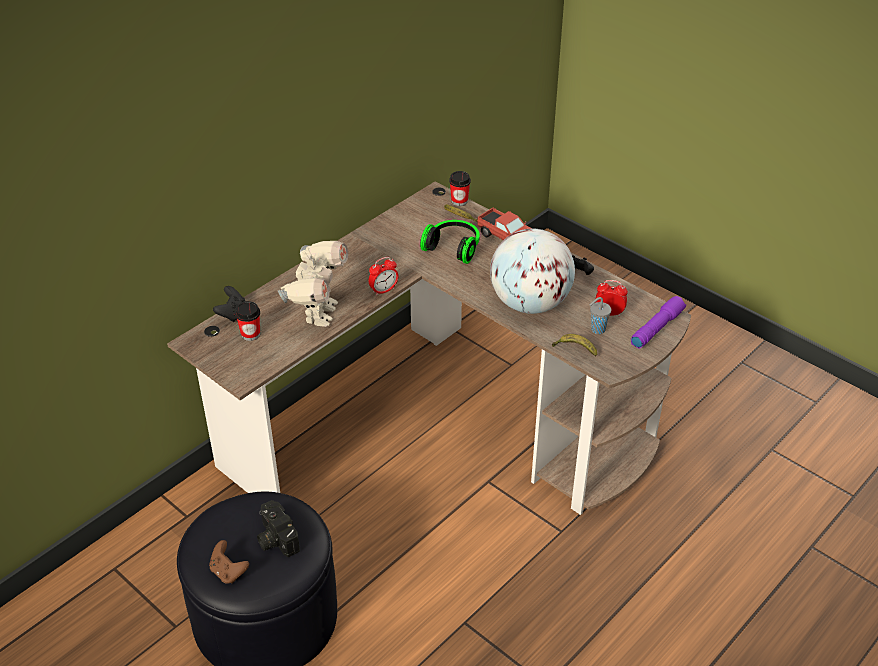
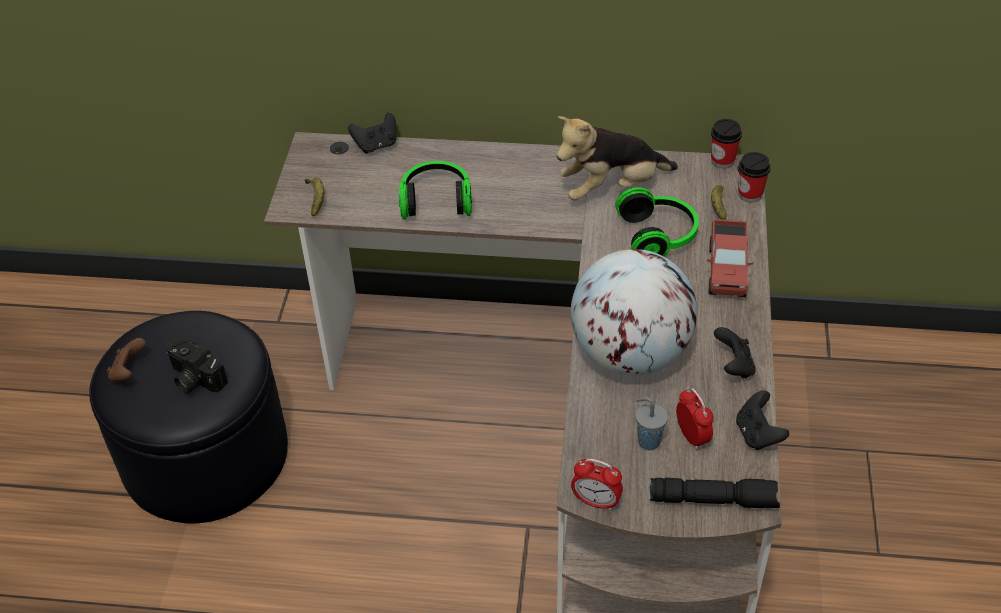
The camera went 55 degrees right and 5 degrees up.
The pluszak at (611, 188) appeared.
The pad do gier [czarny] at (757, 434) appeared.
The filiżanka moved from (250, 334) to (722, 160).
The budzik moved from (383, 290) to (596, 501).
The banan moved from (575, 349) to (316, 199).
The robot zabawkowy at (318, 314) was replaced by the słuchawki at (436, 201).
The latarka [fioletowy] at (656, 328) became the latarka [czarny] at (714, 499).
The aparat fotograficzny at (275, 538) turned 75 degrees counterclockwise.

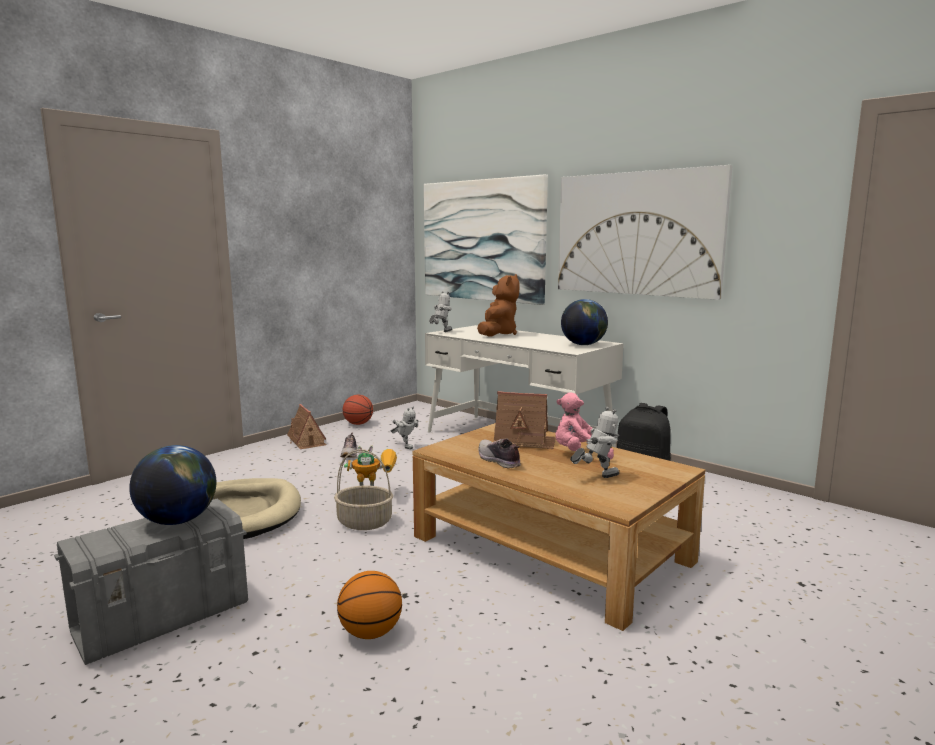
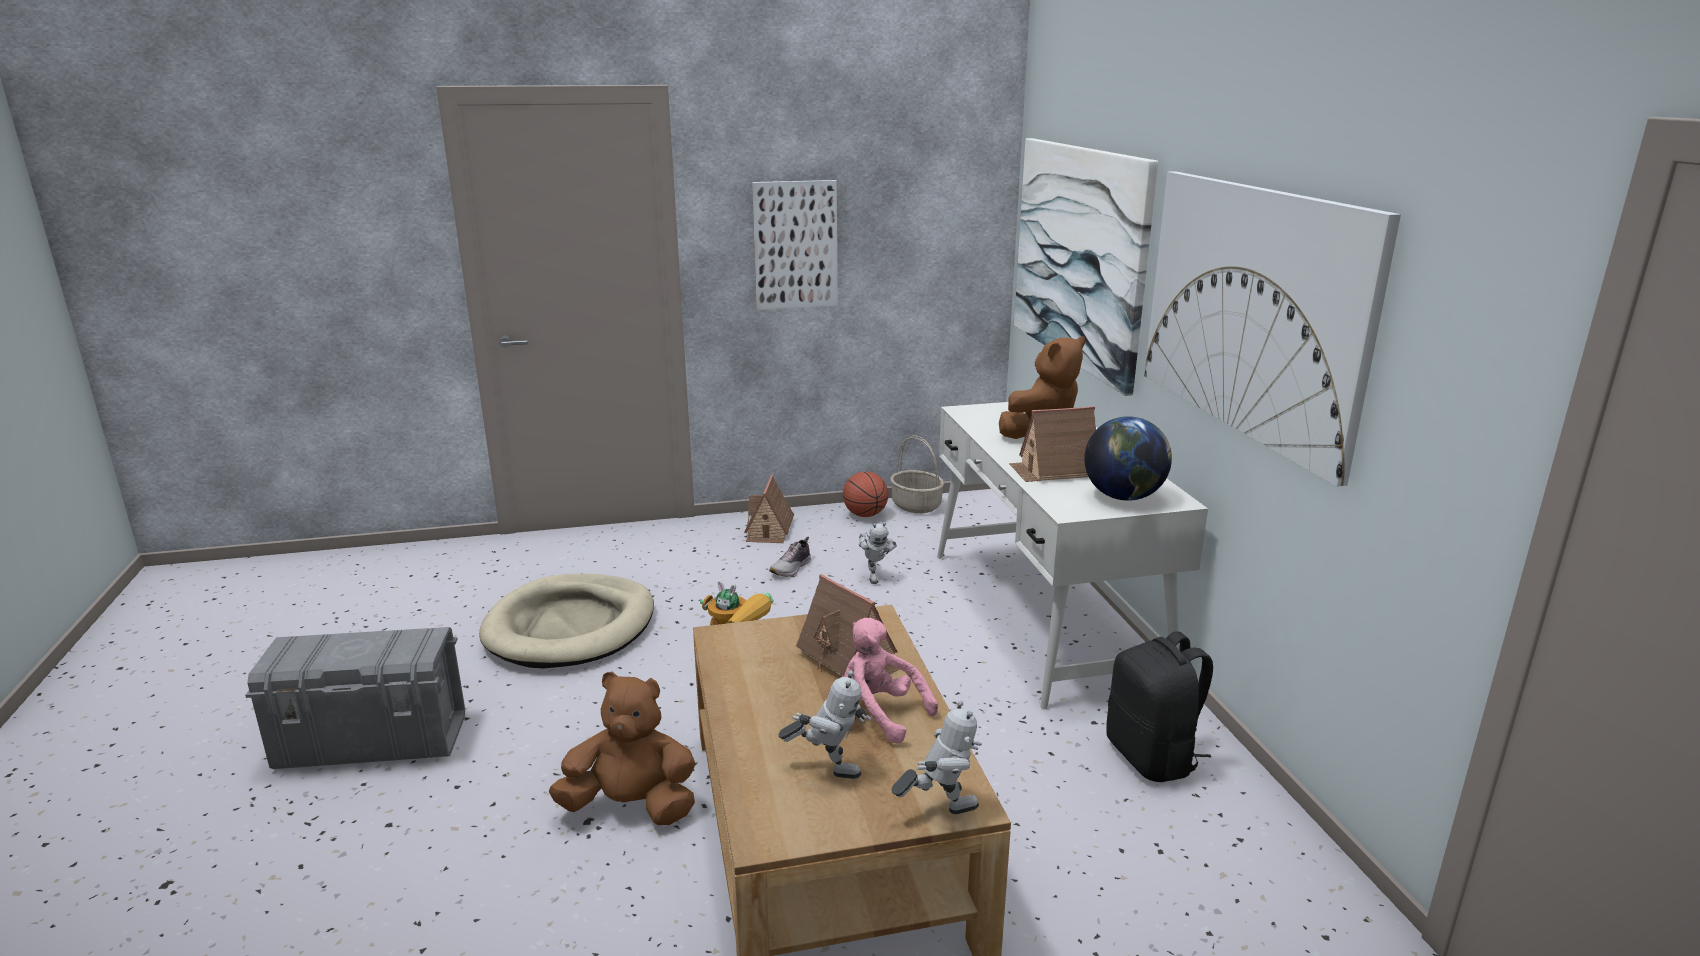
The camera went 35 degrees right and 10 degrees up.
The globus at (177, 520) disappeared.
The piłka do koszykówki at (370, 632) disappeared.
The but at (498, 460) disappeared.
The pluszak [brązowy] at (631, 806) appeared.
The obraz at (795, 245) appeared.
The domek at (1053, 470) appeared.
The koszyk moved from (365, 522) to (917, 506).
The robot zabawkowy moved from (441, 332) to (939, 809).

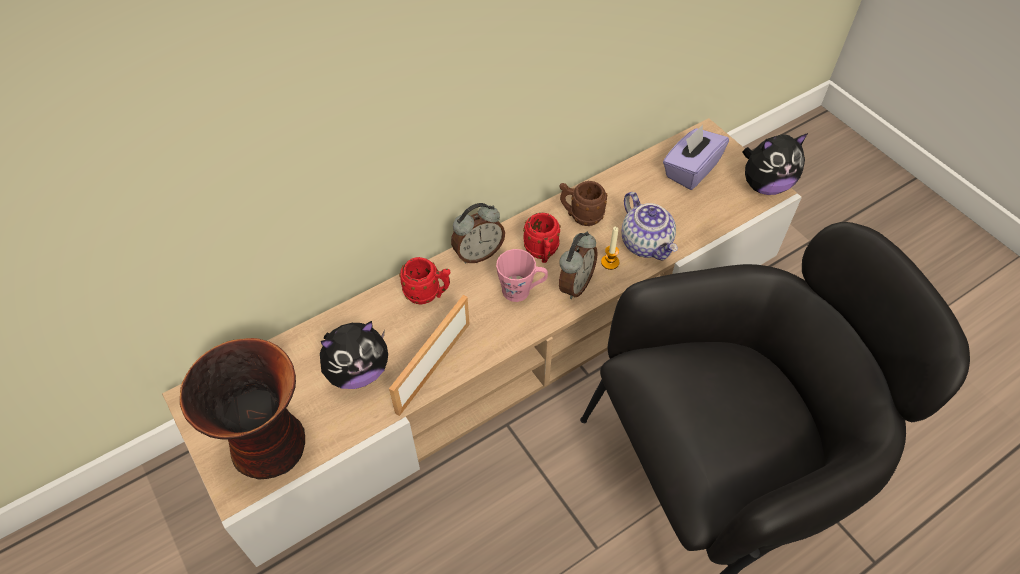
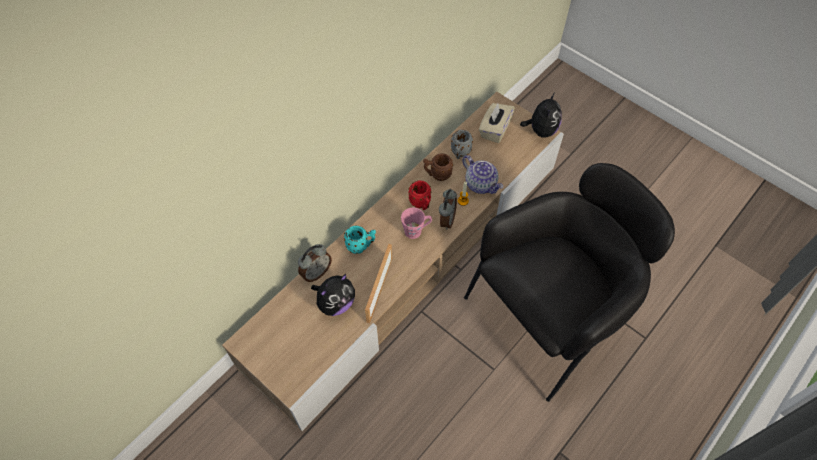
The camera went 15 degrees left and 5 degrees up.
The wazon at (272, 444) disappeared.
The kubek [szary] at (459, 153) appeared.
The budzik moved from (478, 253) to (316, 272).
The kubek [czerwony] at (428, 294) became the kubek [turkusowy] at (361, 246).
The pudełko chusteczek [fioletowy] at (690, 170) became the pudełko chusteczek [beżowy] at (494, 129).
The pluszak at (765, 185) turned 45 degrees counterclockwise.

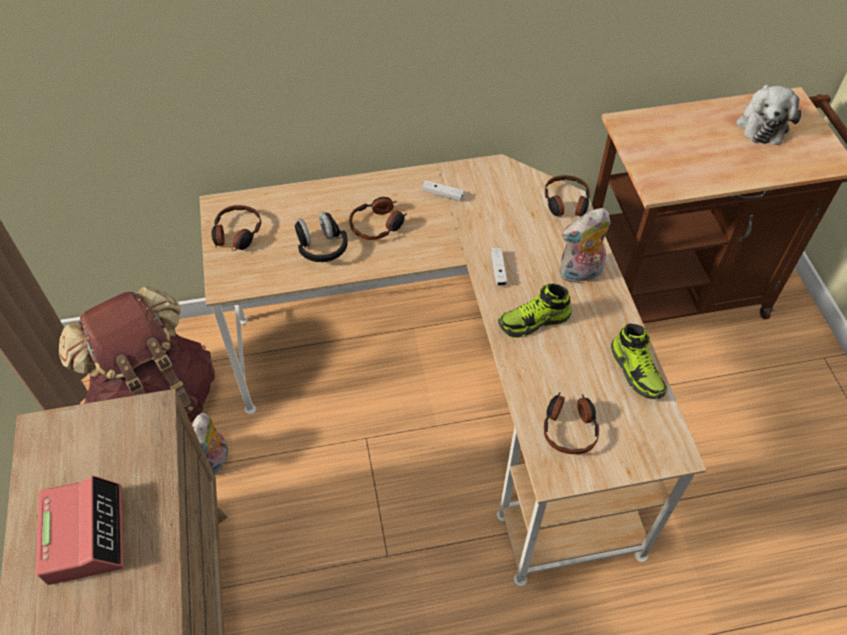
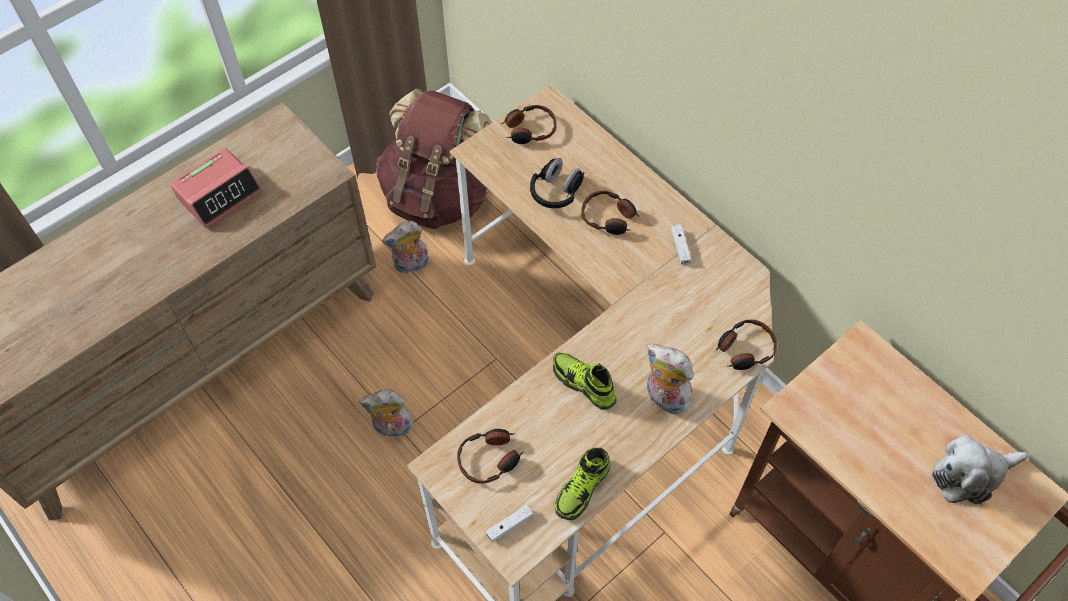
The camera went 60 degrees right and 5 degrees up.
The pluszak at (391, 428) appeared.
The pad do gier [biały] moved from (498, 270) to (509, 525).

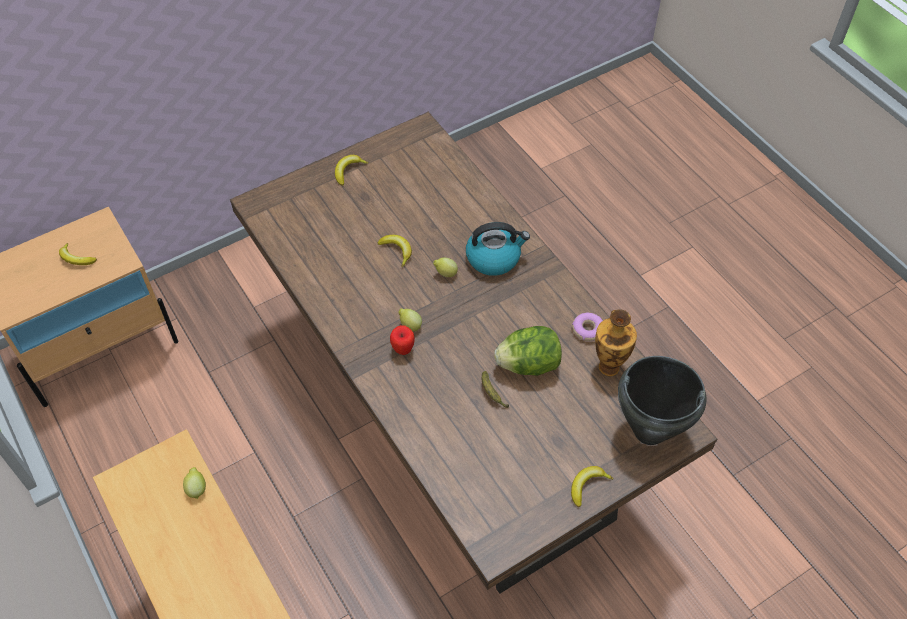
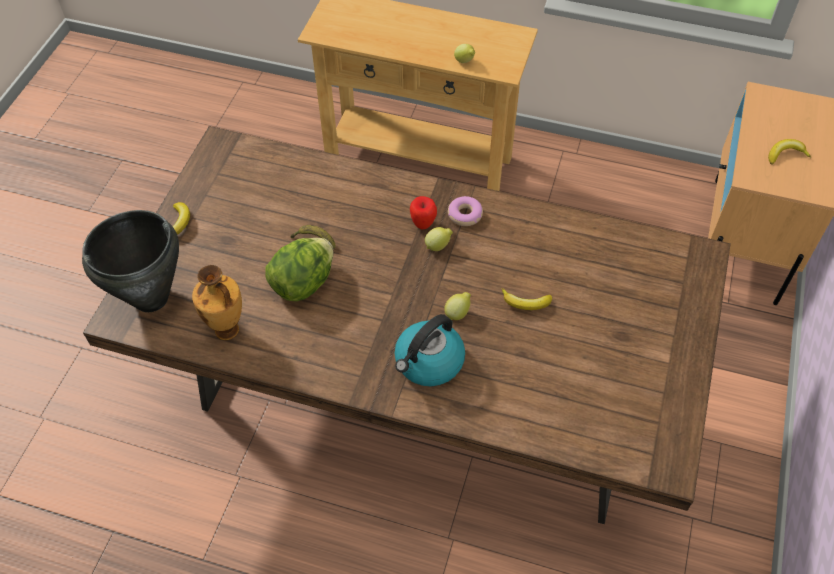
The camera went 140 degrees right and 0 degrees up.
The banan at (348, 171) disappeared.
The donut moved from (587, 329) to (465, 215).

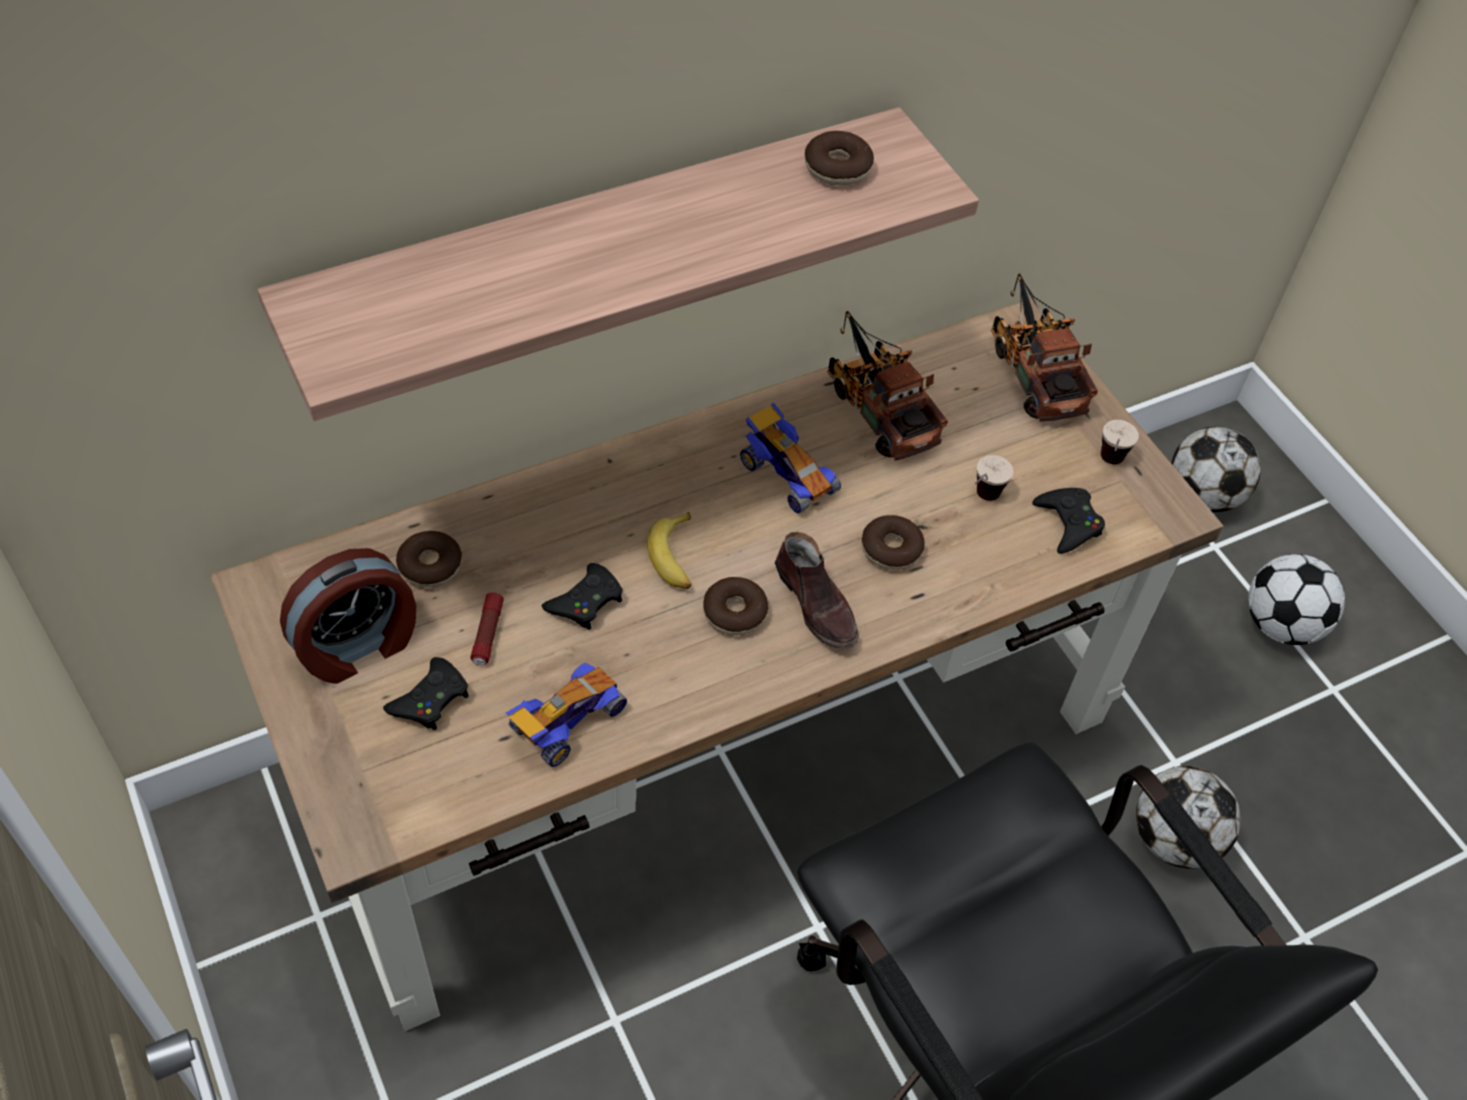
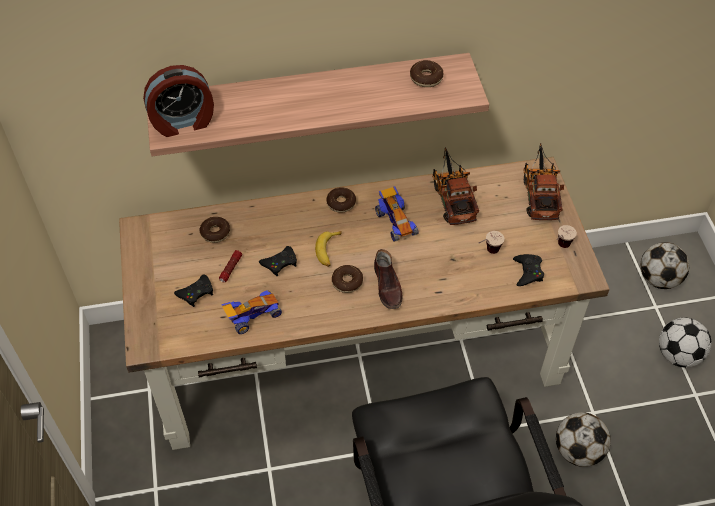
The camera went 20 degrees right and 0 degrees up.
The budzik moved from (358, 646) to (183, 122).
The donut moved from (891, 549) to (341, 203).

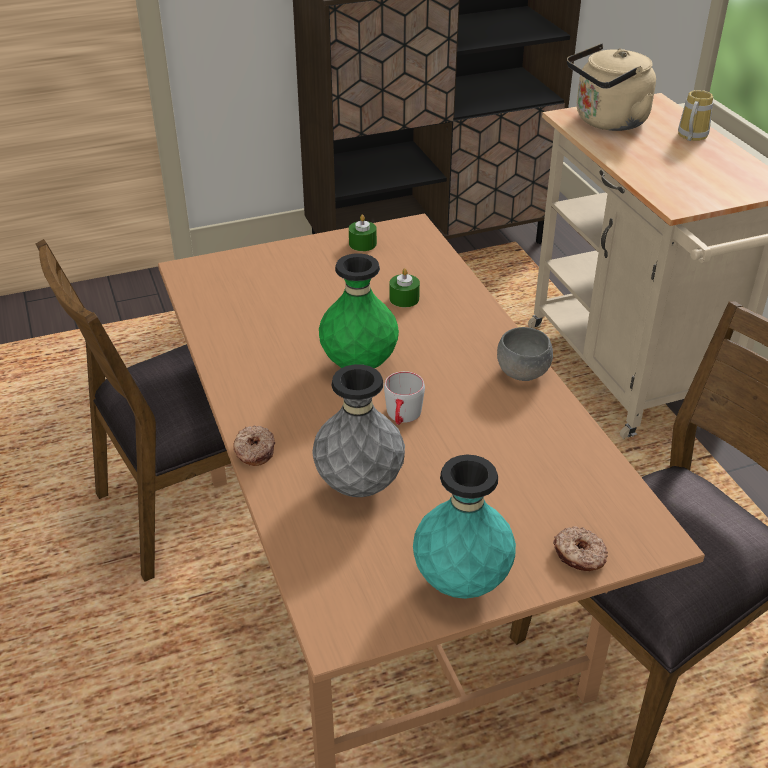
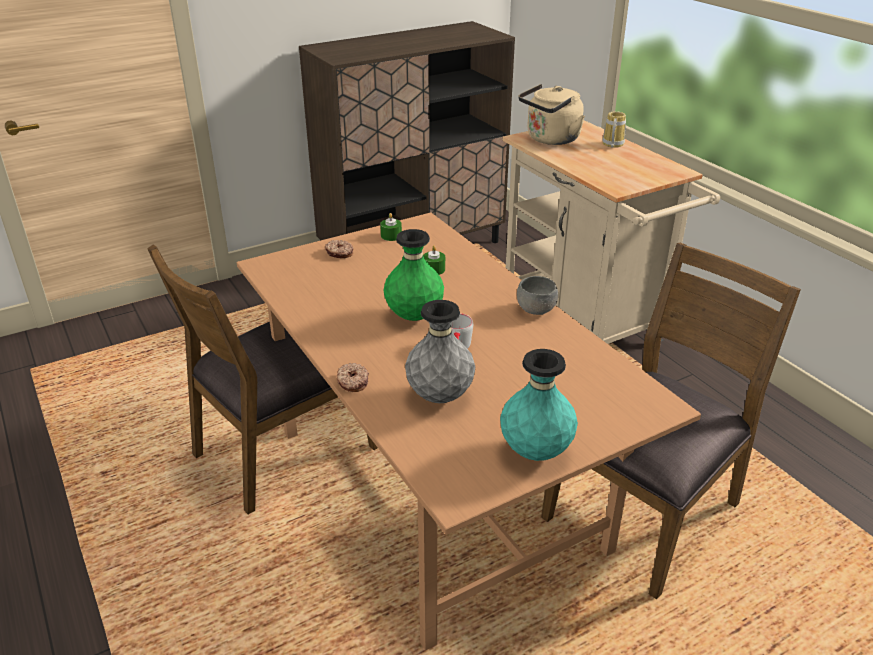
The camera went 10 degrees left and 5 degrees down.
The donut moved from (579, 555) to (339, 253).

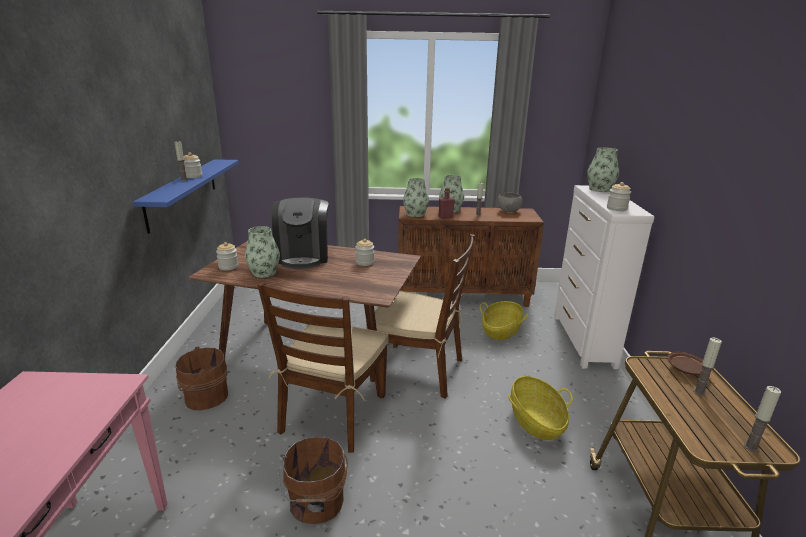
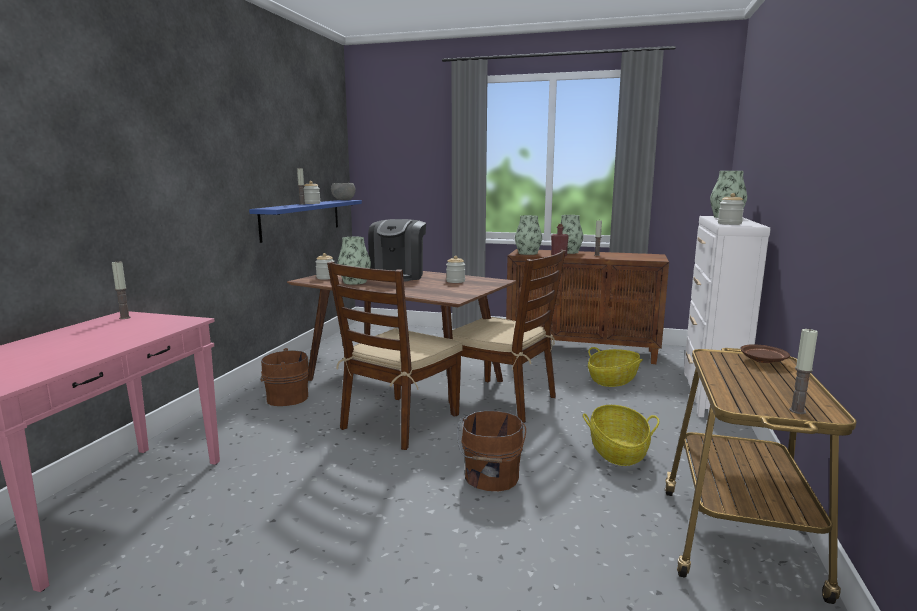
The camera went 15 degrees right and 10 degrees down.
The wiadro [brązowy] moved from (316, 503) to (491, 477).
The miska [szary] moved from (509, 211) to (343, 200).
The świeca moved from (699, 392) to (125, 318).

